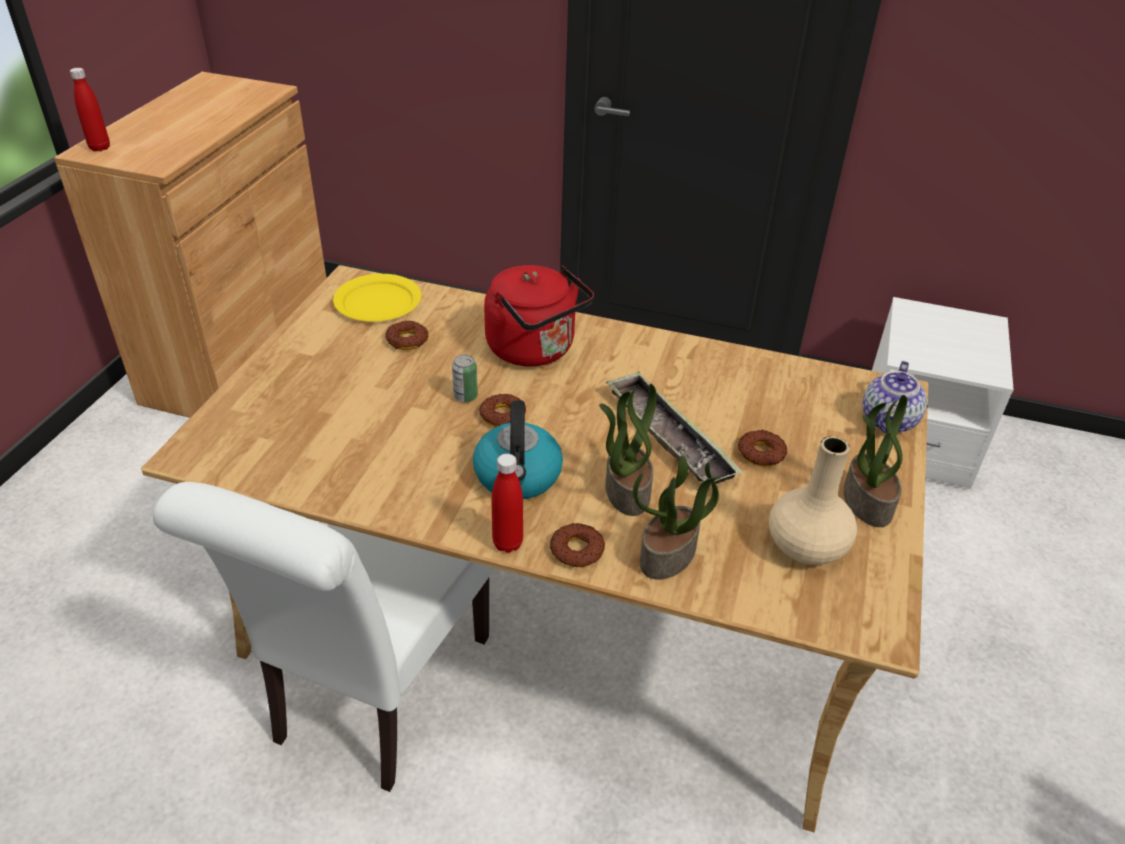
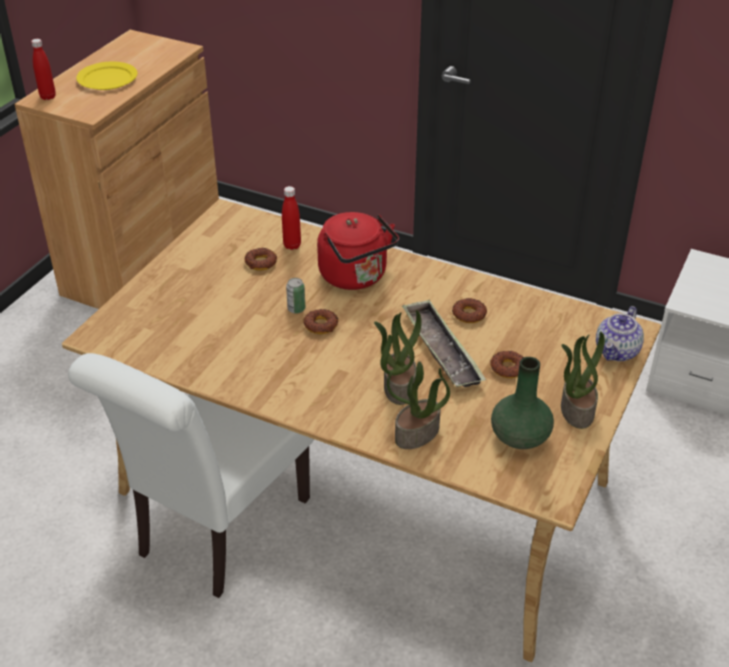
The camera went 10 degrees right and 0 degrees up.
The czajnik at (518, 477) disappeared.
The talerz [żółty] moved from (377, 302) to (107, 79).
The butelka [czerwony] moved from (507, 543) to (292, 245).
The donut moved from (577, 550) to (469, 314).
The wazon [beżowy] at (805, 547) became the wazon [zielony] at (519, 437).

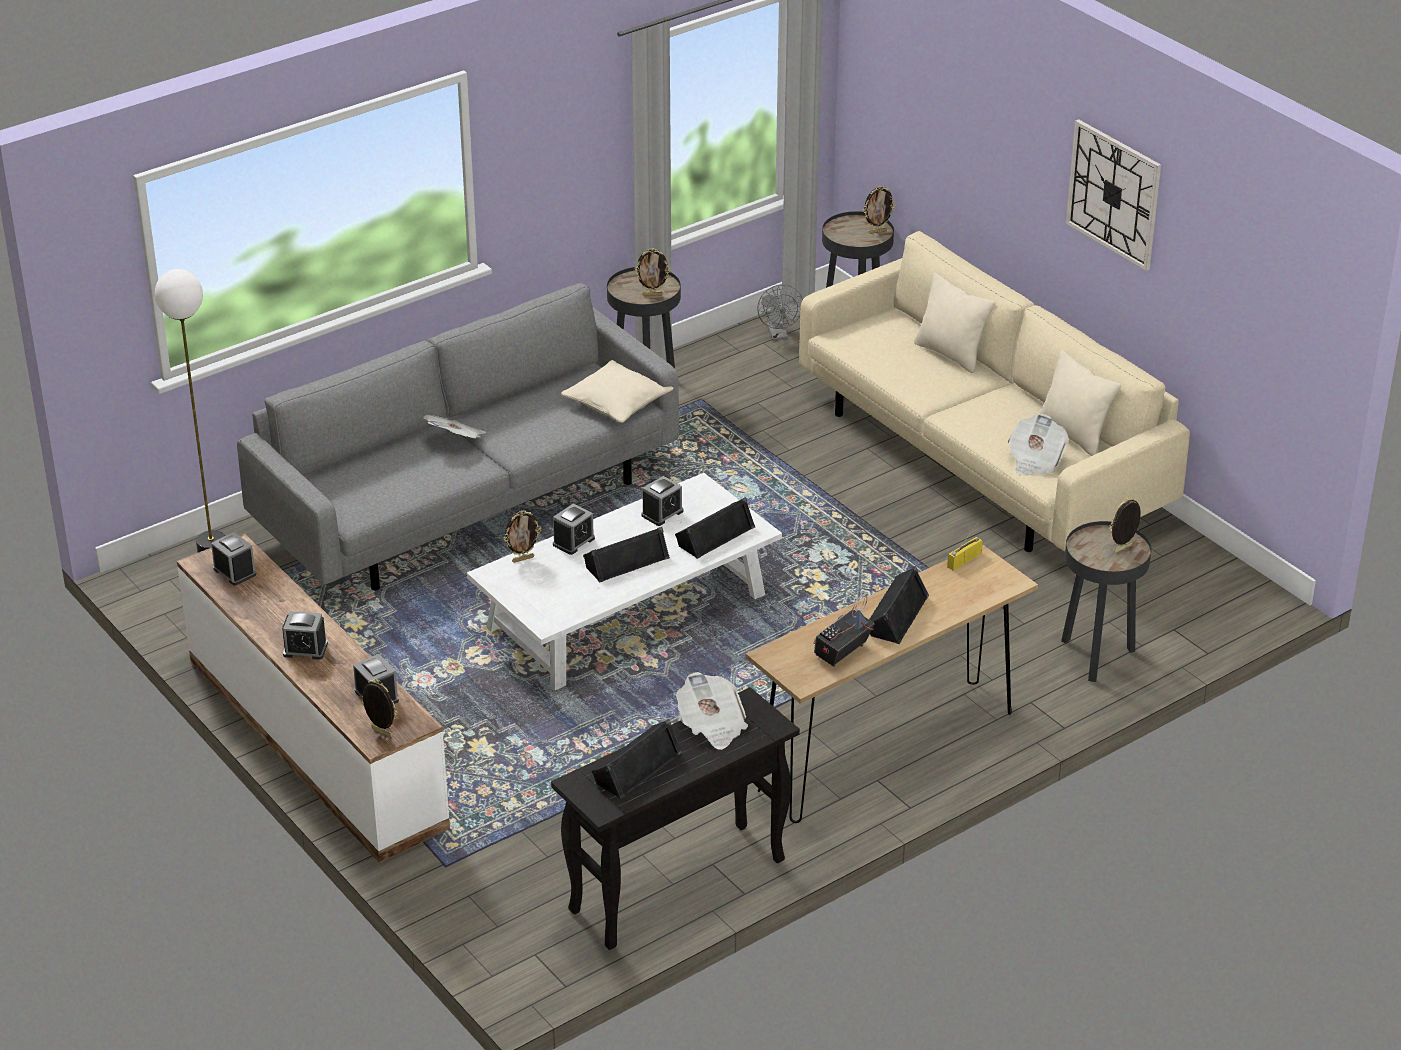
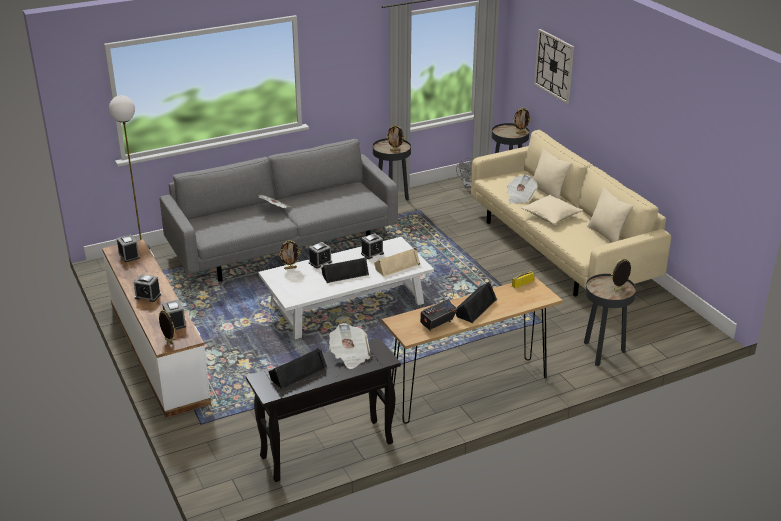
The camera went 10 degrees right and 5 degrees down.
The poduszka [beżowy] moved from (617, 403) to (551, 216).
The gazeta moved from (1035, 460) to (520, 197).
The zegar ścienny moved from (1114, 194) to (554, 65).
The głośnik [czarny] at (714, 535) became the głośnik [beżowy] at (396, 266).

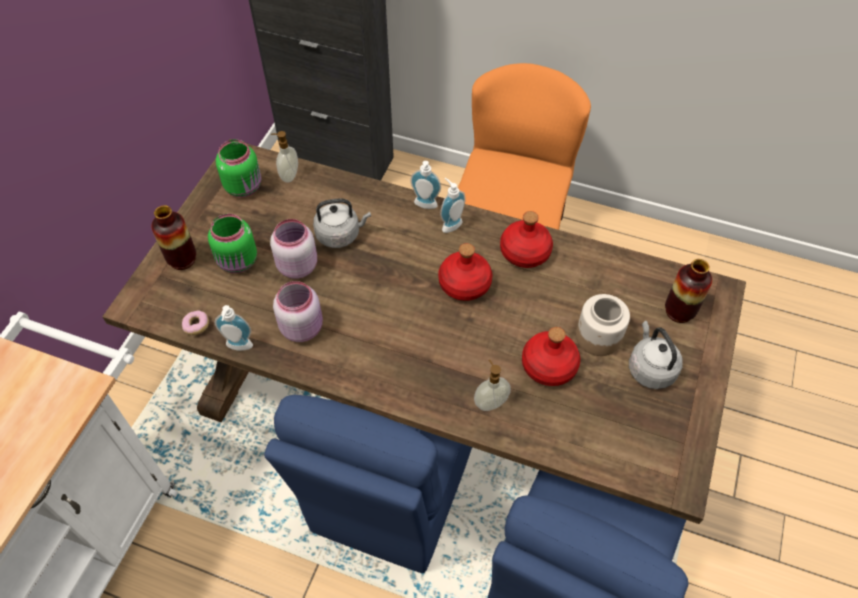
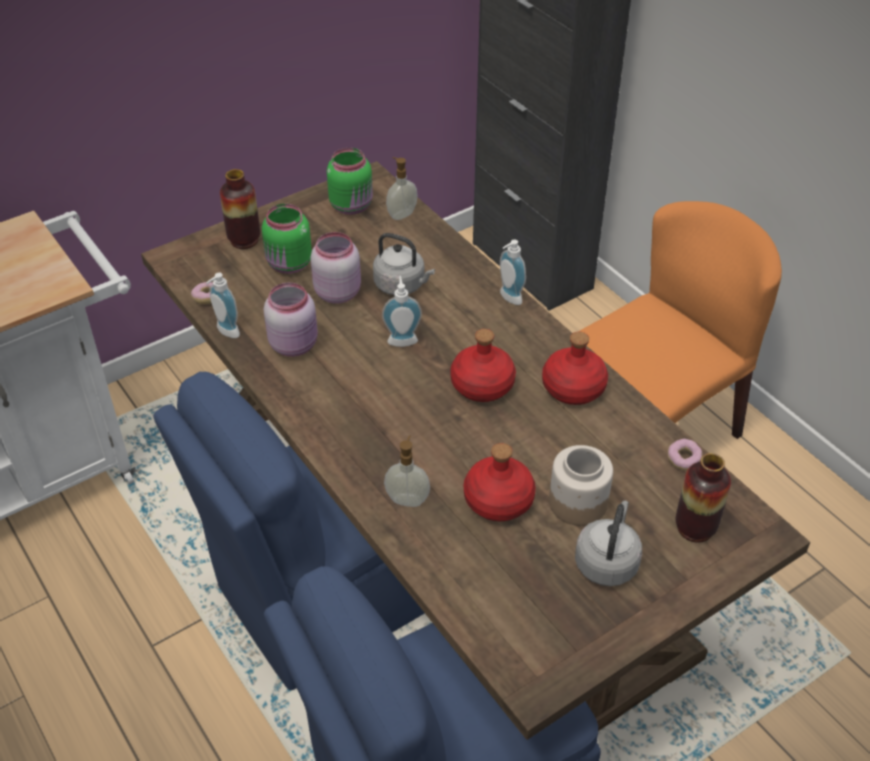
The camera went 35 degrees right and 10 degrees down.
The donut at (683, 460) appeared.
The dozownik mydła moved from (450, 224) to (402, 339).

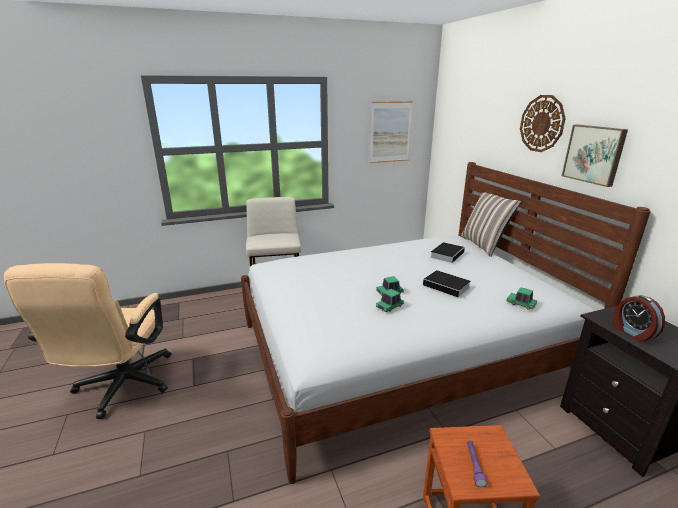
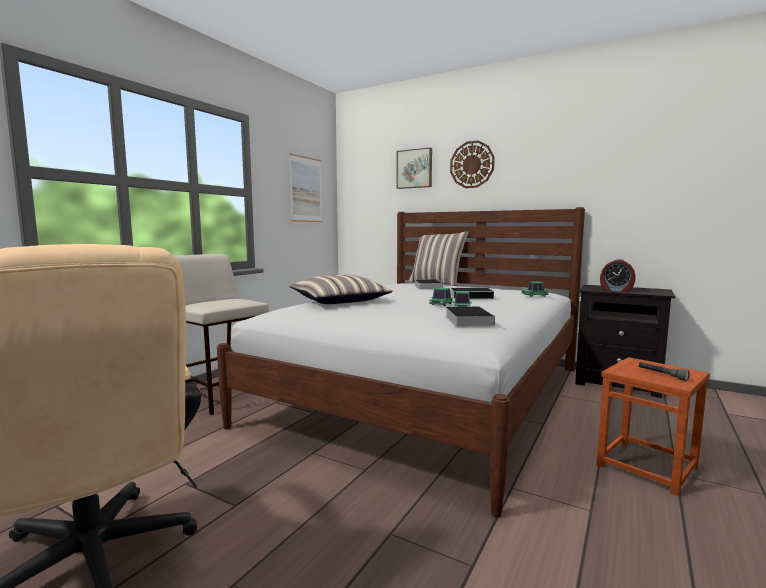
The camera went 40 degrees left and 15 degrees down.
The poduszka at (339, 301) appeared.
The książka at (467, 320) appeared.
The obraz moved from (594, 154) to (414, 169).
The latarka [fioletowy] at (474, 466) became the latarka [szary] at (662, 375).

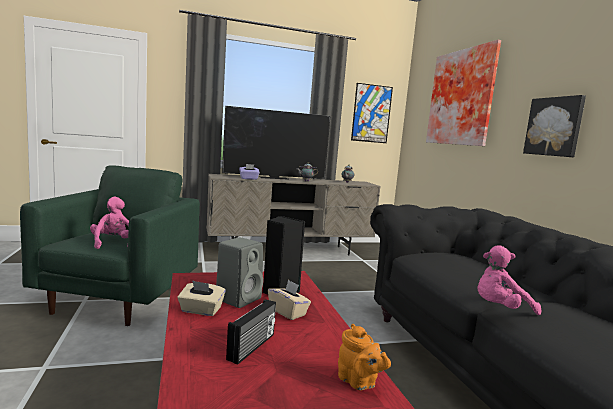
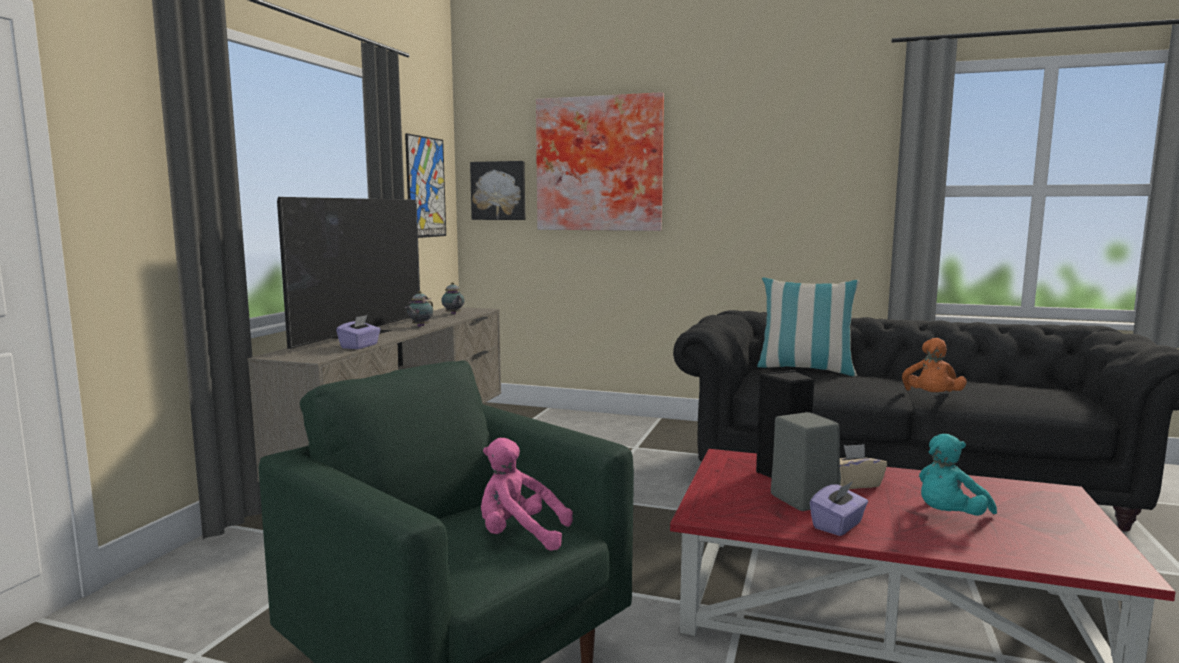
The camera went 55 degrees left and 0 degrees up.
The imbryk [pomarańczowy] at (359, 382) disappeared.
The poduszka at (805, 369) appeared.
The obraz moved from (554, 126) to (499, 191).
The radio at (252, 347) was replaced by the pluszak [turkusowy] at (949, 517).
The pudełko chusteczek [beżowy] at (201, 310) became the pudełko chusteczek [fioletowy] at (838, 525).
The pluszak [różowy] at (500, 309) became the pluszak [pomarańczowy] at (931, 398).

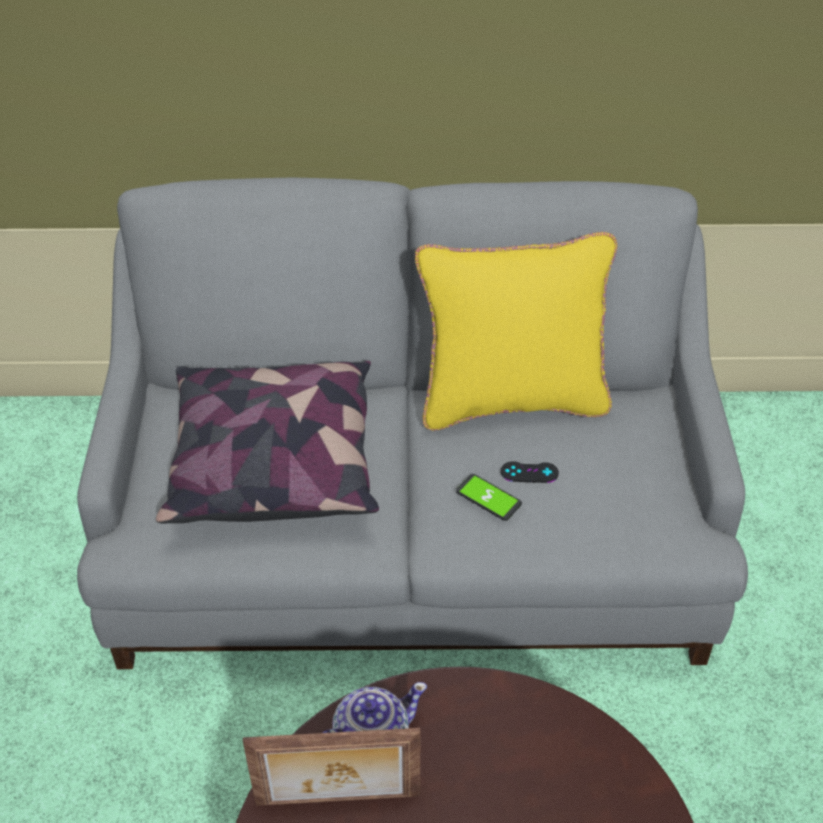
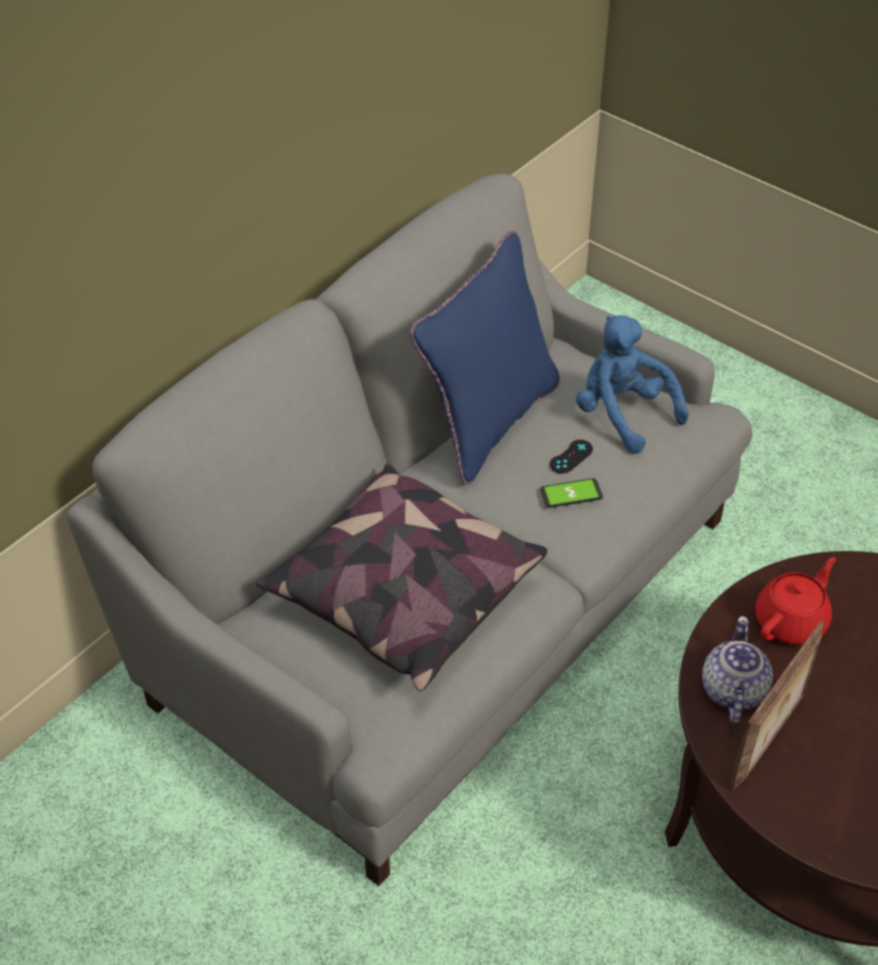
The camera went 50 degrees left and 0 degrees up.
The pluszak [niebieski] at (622, 414) appeared.
The imbryk [czerwony] at (791, 621) appeared.
The poduszka [żółty] at (511, 399) became the poduszka [niebieski] at (488, 422).

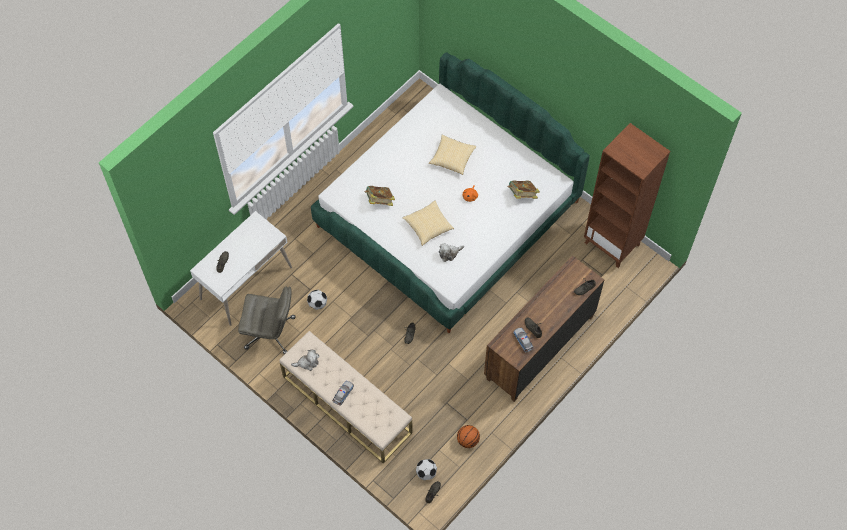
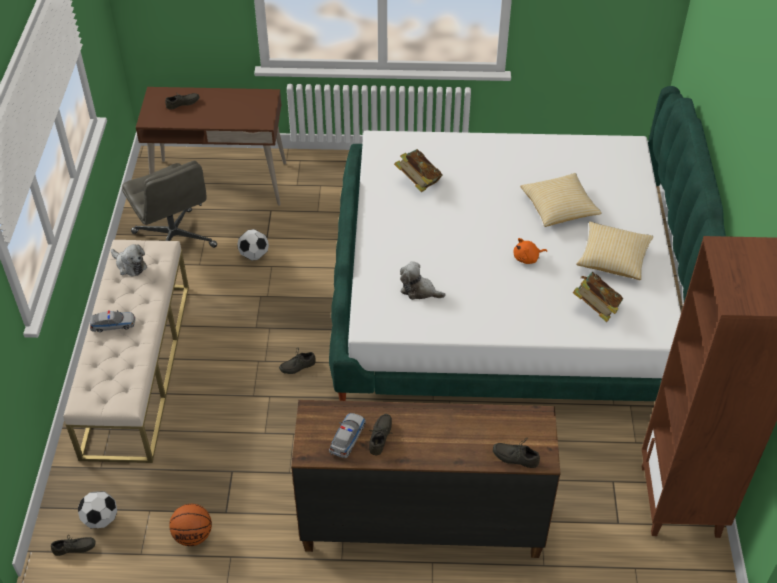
The camera went 50 degrees right and 15 degrees down.
The poduszka moved from (428, 226) to (613, 259).
The biurko [biały] at (246, 283) became the biurko [brązowy] at (220, 182).

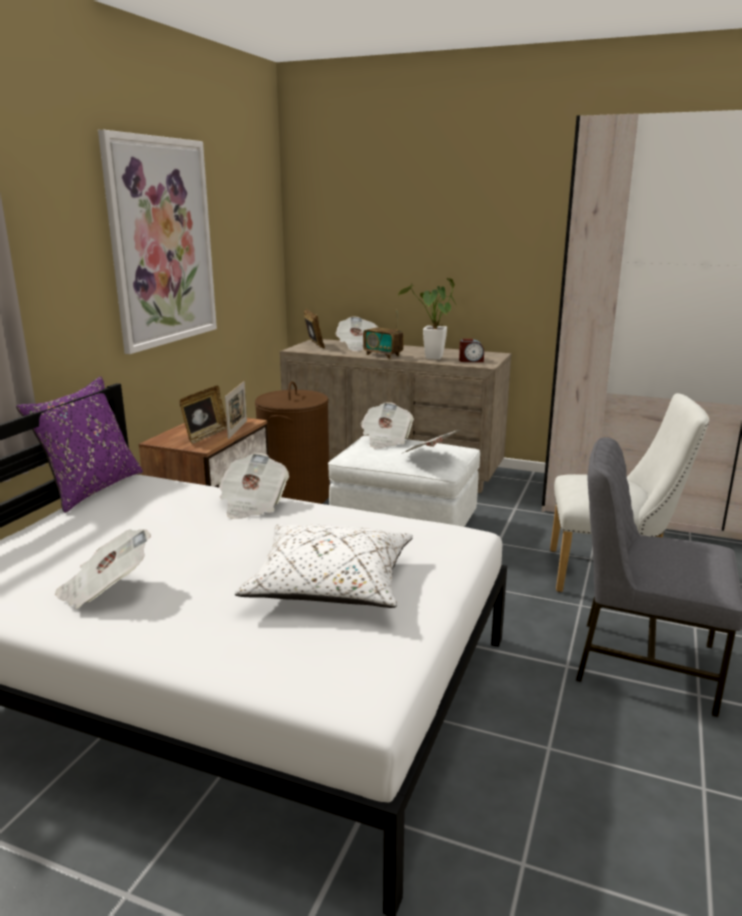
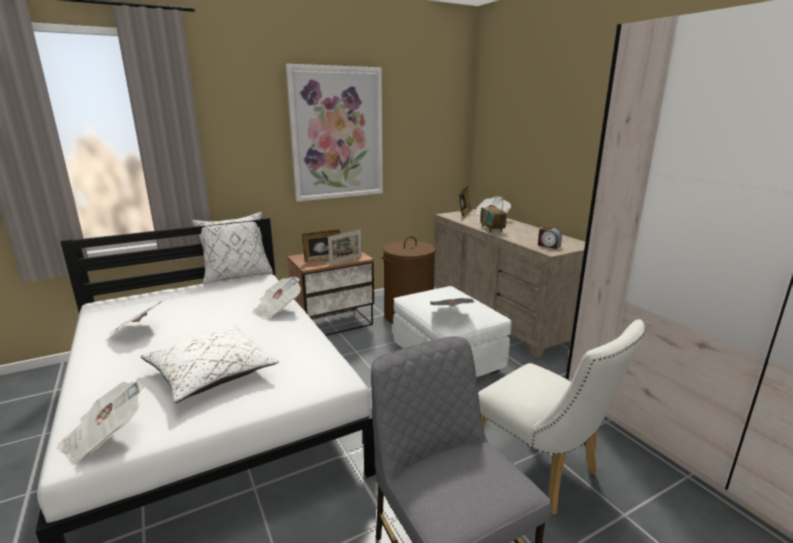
The camera went 40 degrees right and 0 degrees up.
The roślina doniczkowa at (432, 358) disappeared.
The gazeta moved from (386, 440) to (105, 437).
The poduszka [fioletowy] at (91, 489) became the poduszka [biały] at (237, 276).

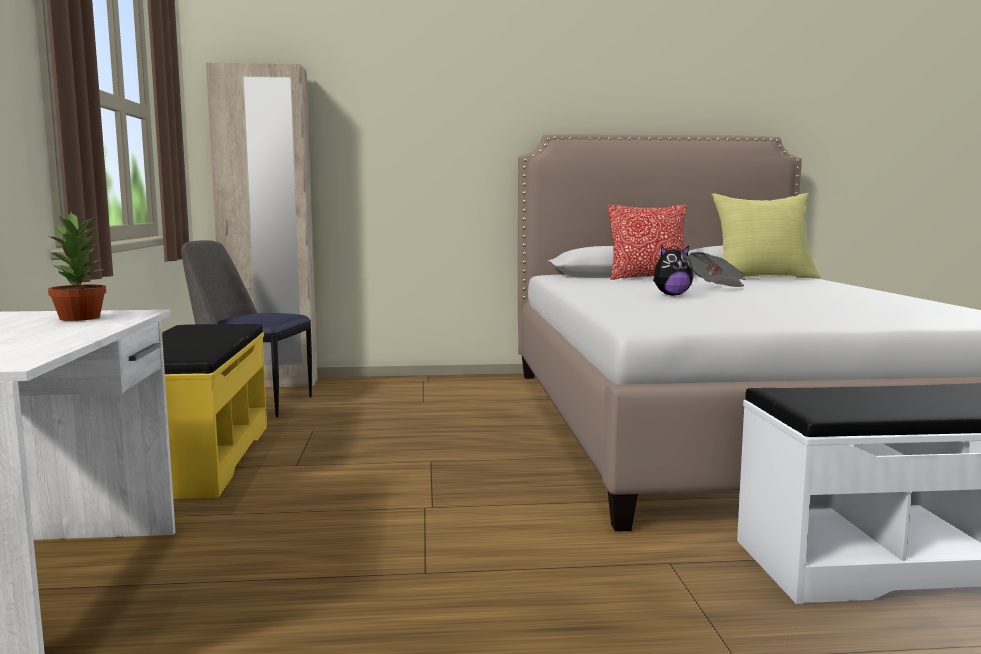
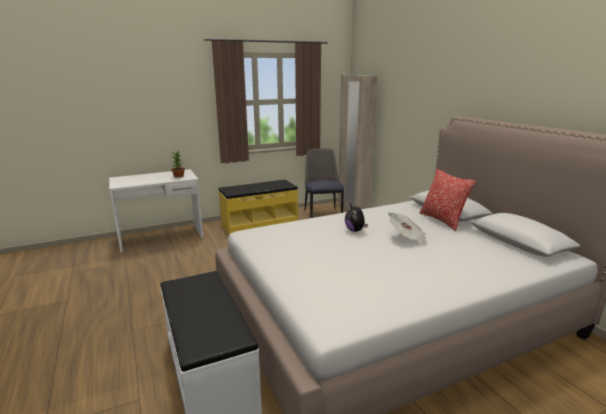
The camera went 70 degrees right and 10 degrees up.
The poduszka [żółty] at (763, 277) disappeared.

